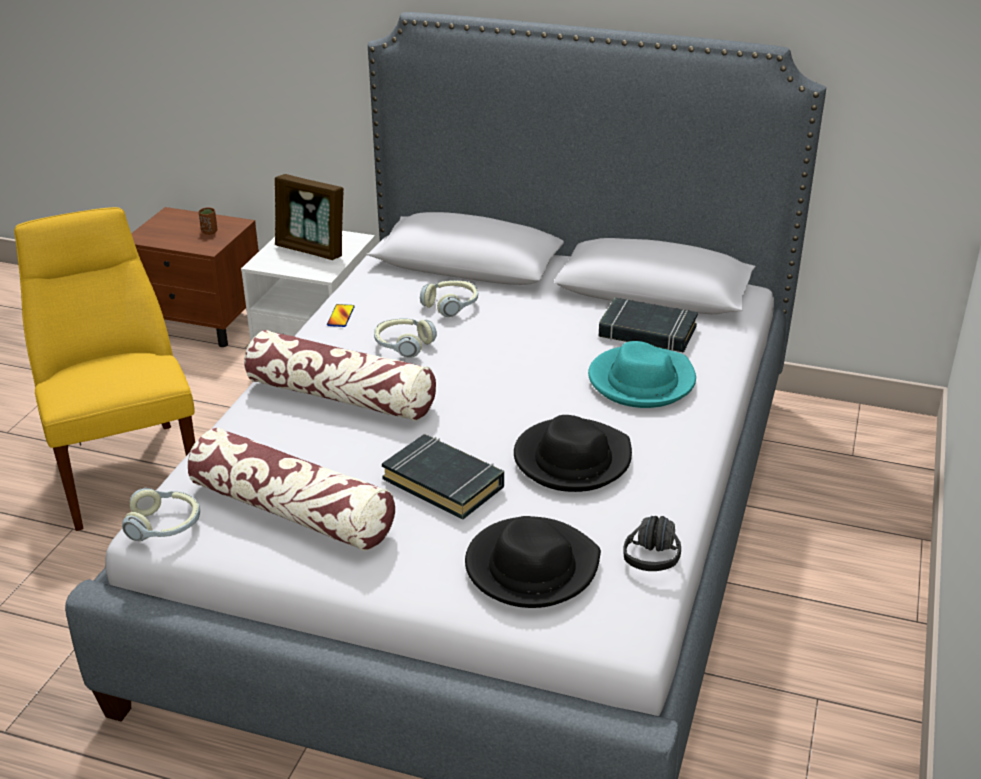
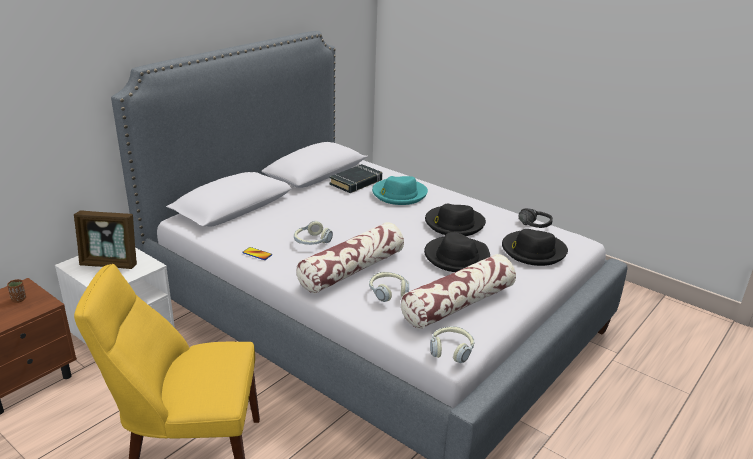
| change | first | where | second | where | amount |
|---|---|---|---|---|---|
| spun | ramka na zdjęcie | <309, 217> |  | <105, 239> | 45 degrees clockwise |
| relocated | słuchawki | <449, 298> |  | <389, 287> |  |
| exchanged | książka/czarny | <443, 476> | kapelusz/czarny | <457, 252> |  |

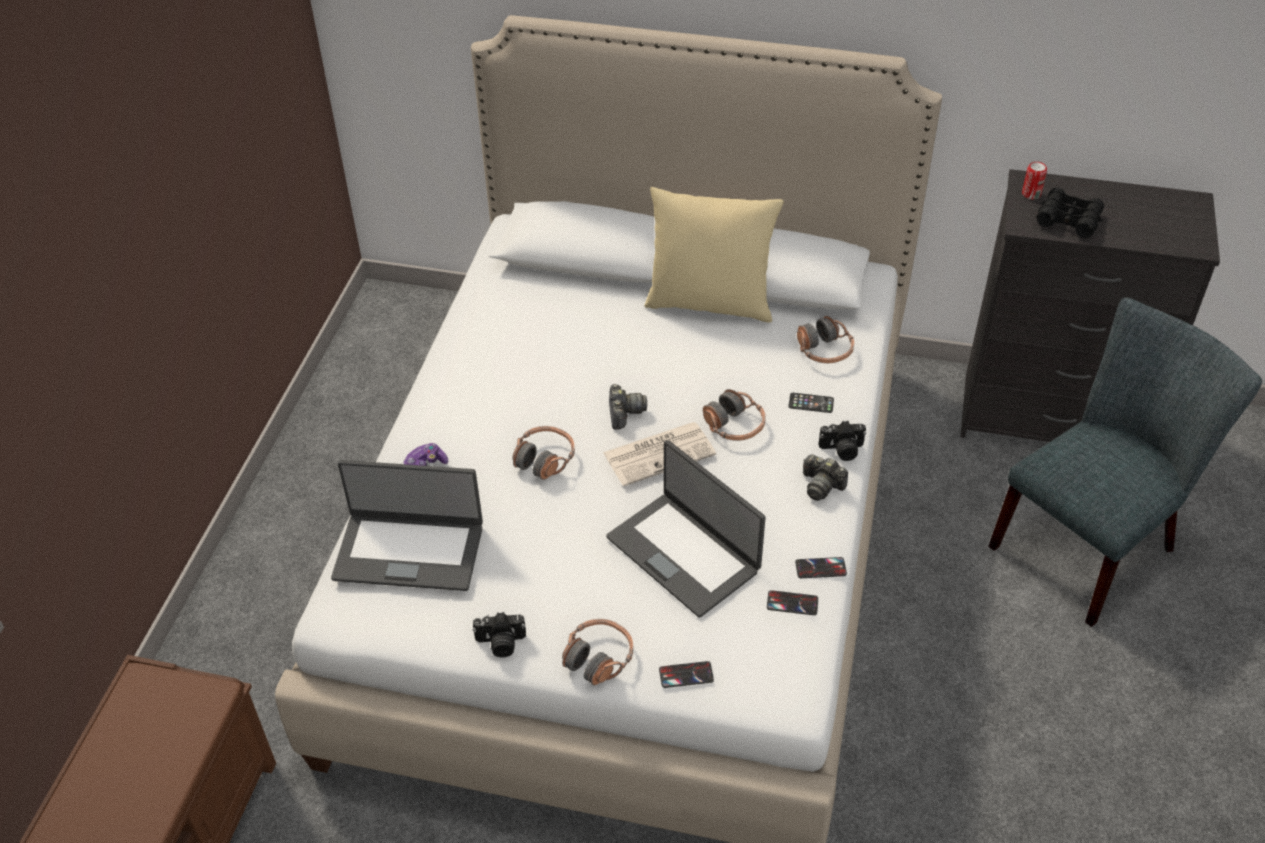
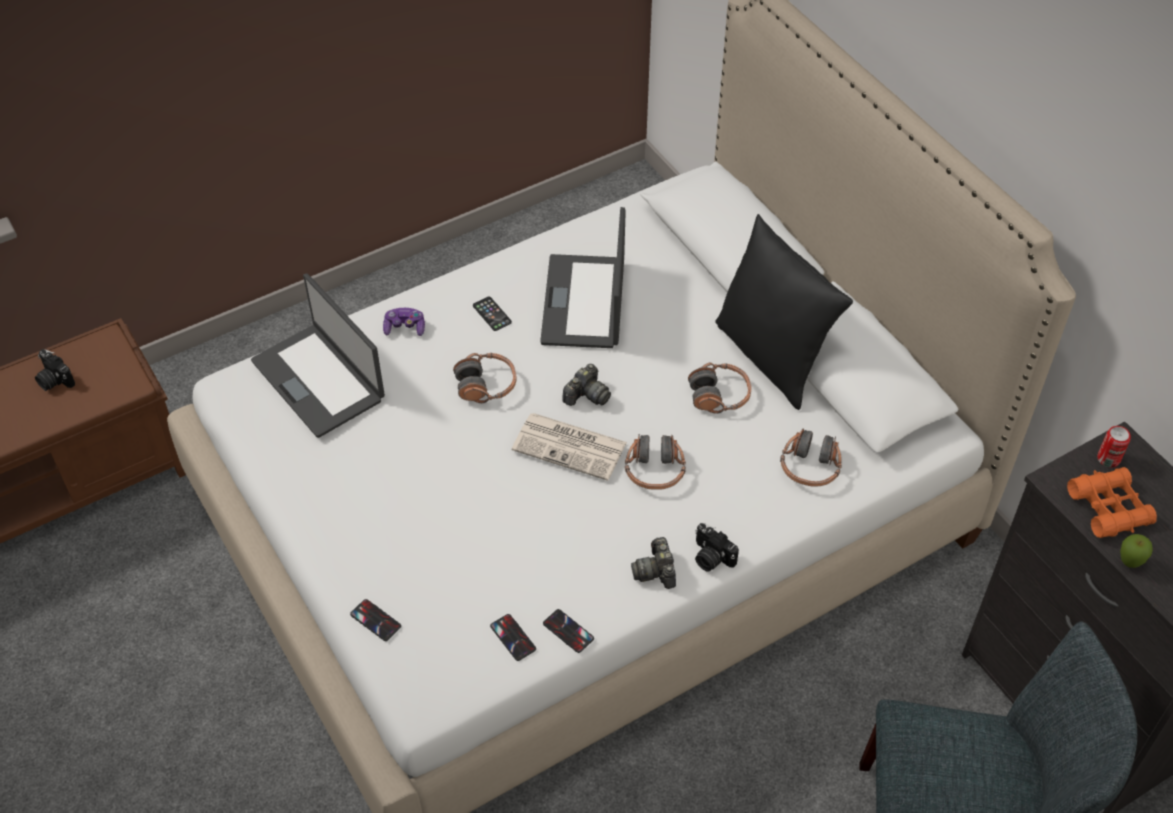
| change | first | where | second | where | amount |
|---|---|---|---|---|---|
| colour | poduszka/beżowy | <714, 255> | poduszka/czarny | <784, 312> |  |
| colour | lornetka/czarny | <1070, 213> | lornetka/pomarańczowy | <1112, 502> |  |
| relocated | telefon | <811, 403> |  | <492, 314> |  |
| relocated | laptop | <686, 529> |  | <583, 277> |  |
| relocated | aparat fotograficzny | <499, 634> |  | <55, 370> |  |
| relocated | słuchawki | <597, 652> |  | <720, 388> |  |
| appeared |  |  | jabłko | <1136, 551> |  |

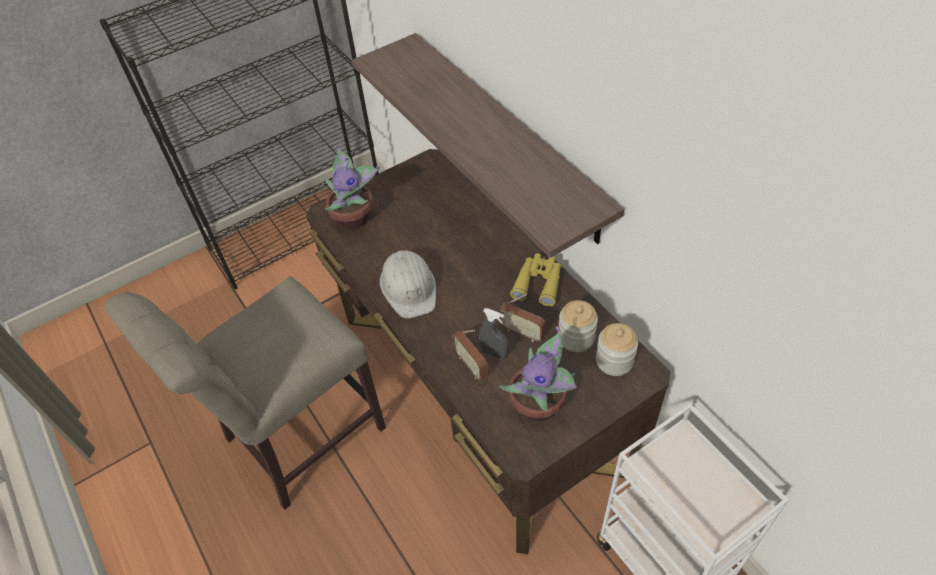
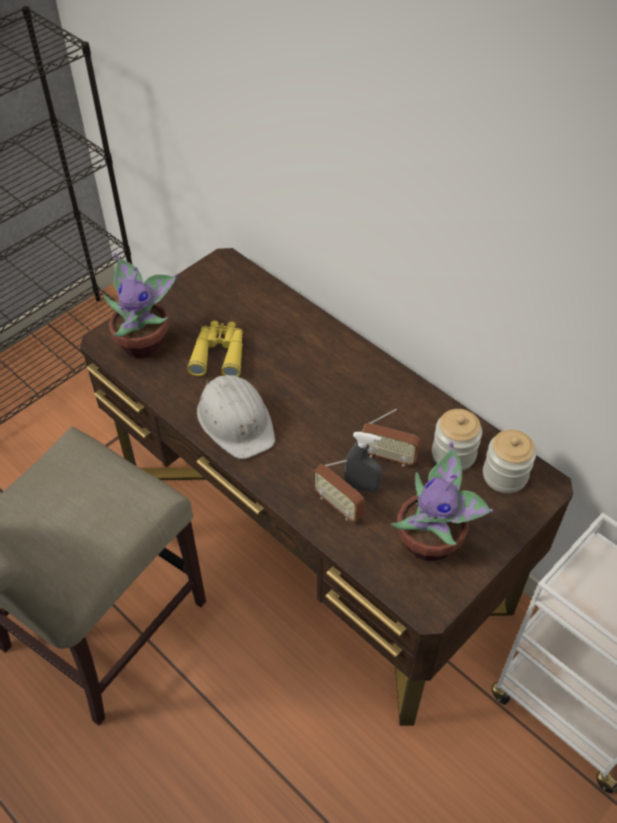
| change | first | where | second | where | amount |
|---|---|---|---|---|---|
| missing | półka | <488, 145> |  |  |  |
| relocated | lornetka/żółty | <535, 279> |  | <215, 349> |  |

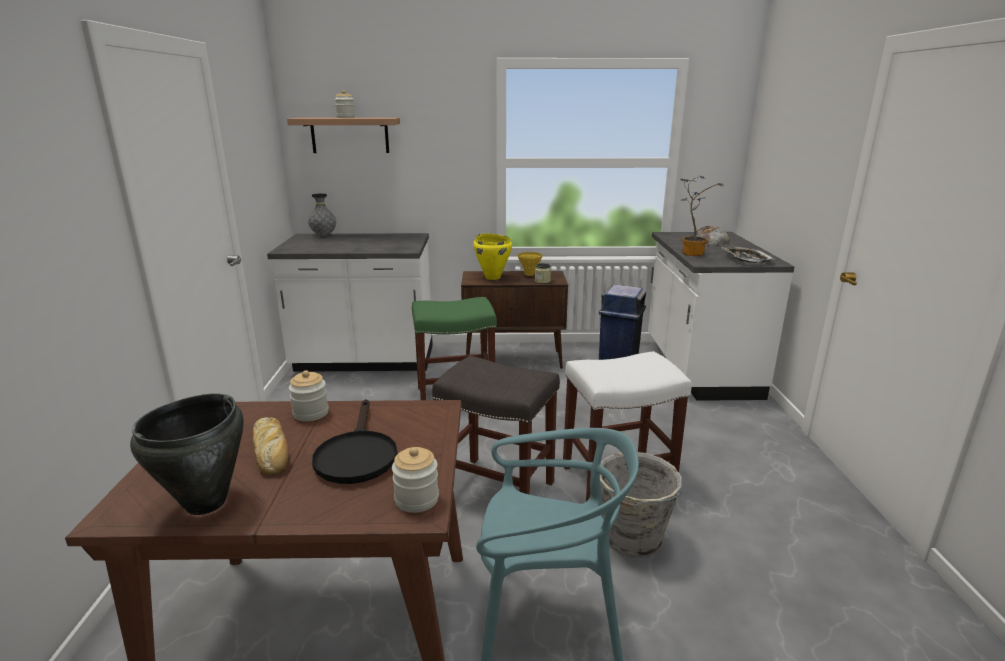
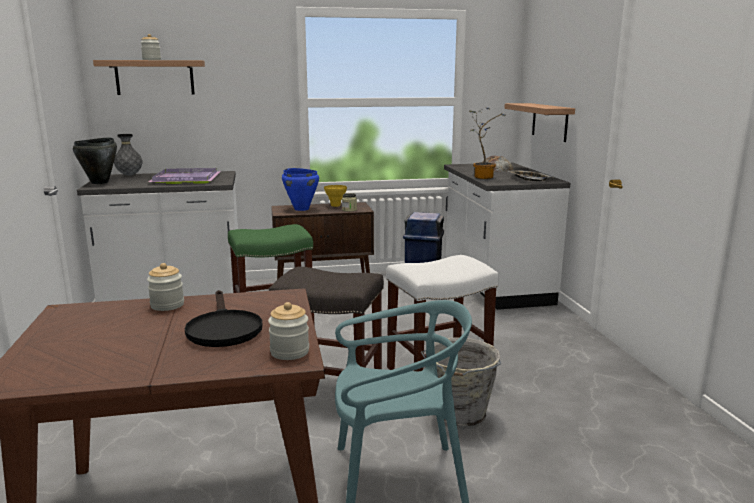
| change | first | where | second | where | amount |
|---|---|---|---|---|---|
| colour | garnek/żółty | <492, 256> | garnek/niebieski | <300, 189> |  |
| relocated | garnek/czarny | <187, 454> |  | <95, 160> |  |
| missing | chleb | <270, 447> |  |  |  |
| appeared |  |  | półka | <539, 122> |  |
| appeared |  |  | taca/fioletowy | <184, 176> |  |

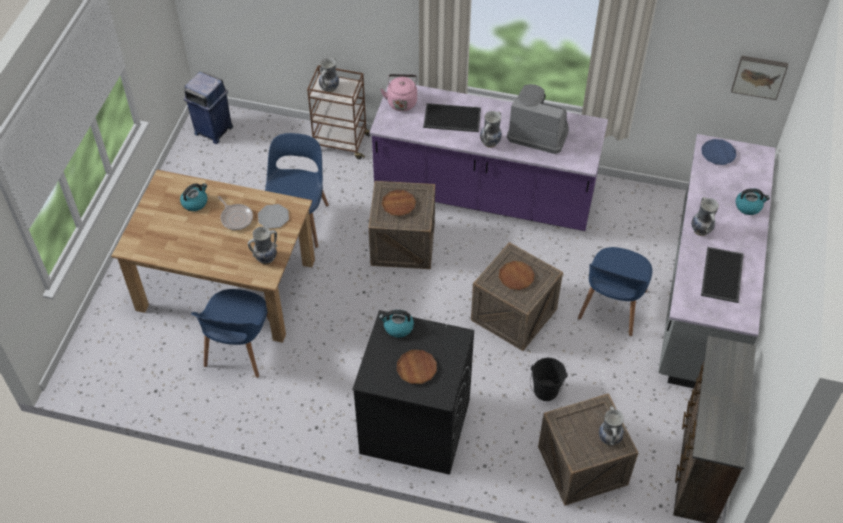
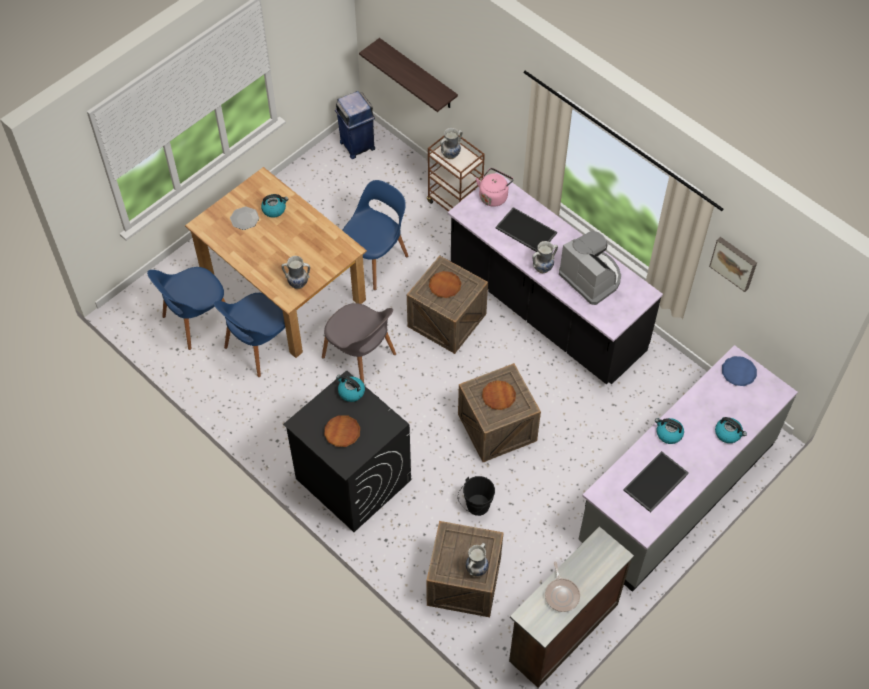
| change | first | where | second | where | amount |
|---|---|---|---|---|---|
| relocated | obraz | <759, 77> |  | <733, 264> |  |
| colour | zabudowa kuchenna/fioletowy | <488, 155> | zabudowa kuchenna/czarny | <555, 278> |  |
| relocated | patelnia | <235, 213> |  | <562, 587> |  |
| exchanged | wazon | <705, 216> | czajnik | <669, 431> |  |
| relocated | talerz | <273, 216> |  | <244, 218> |  |
| relocated | krzesło/niebieski | <615, 291> |  | <186, 308> |  |
| appeared |  |  | półka | <408, 75> |  |
| appeared |  |  | krzesło/szary | <359, 343> |  |

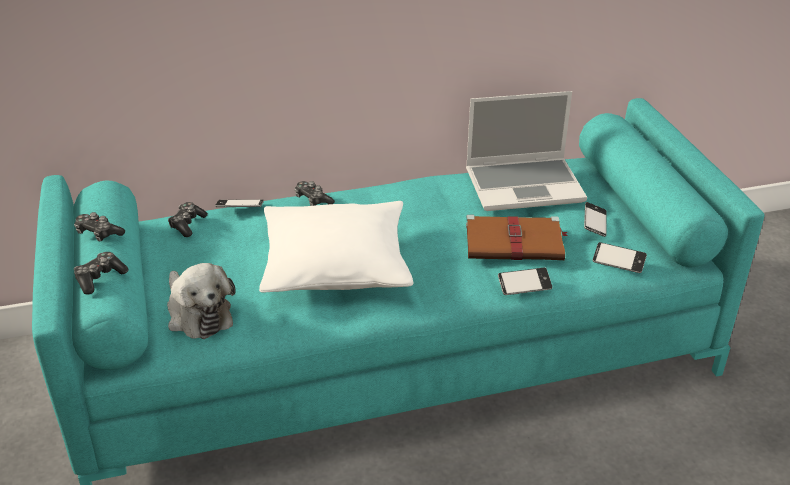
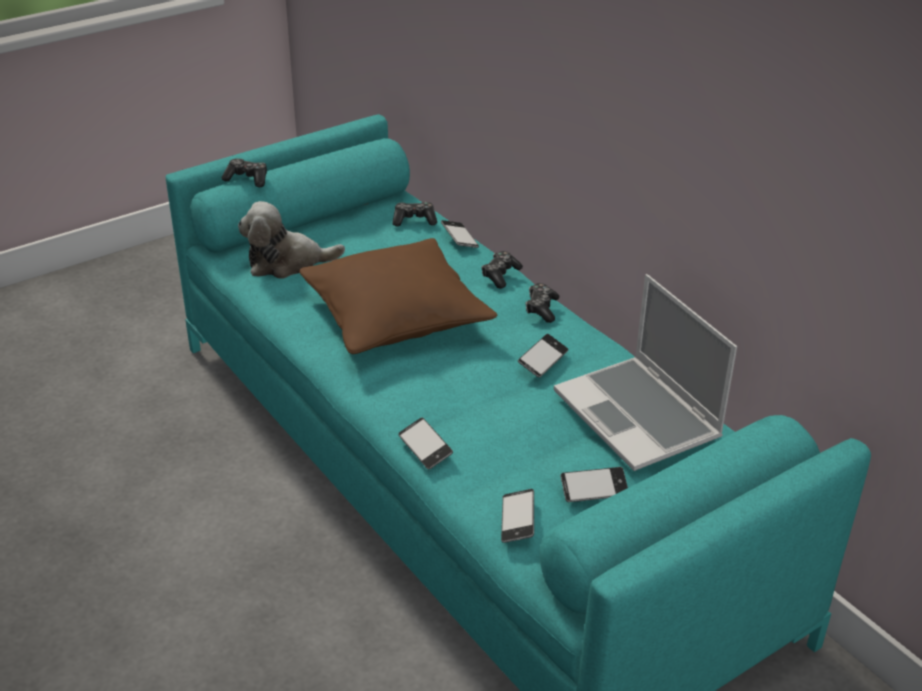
| change | first | where | second | where | amount |
|---|---|---|---|---|---|
| colour | poduszka/biały | <336, 247> | poduszka/brązowy | <398, 296> |  |
| relocated | pad do gier | <99, 226> |  | <542, 303> |  |
| missing | książka/brązowy | <517, 237> |  |  |  |
| spun | pluszak | <201, 301> |  | <291, 240> | 45 degrees clockwise |
| appeared |  |  | telefon | <543, 355> |  |

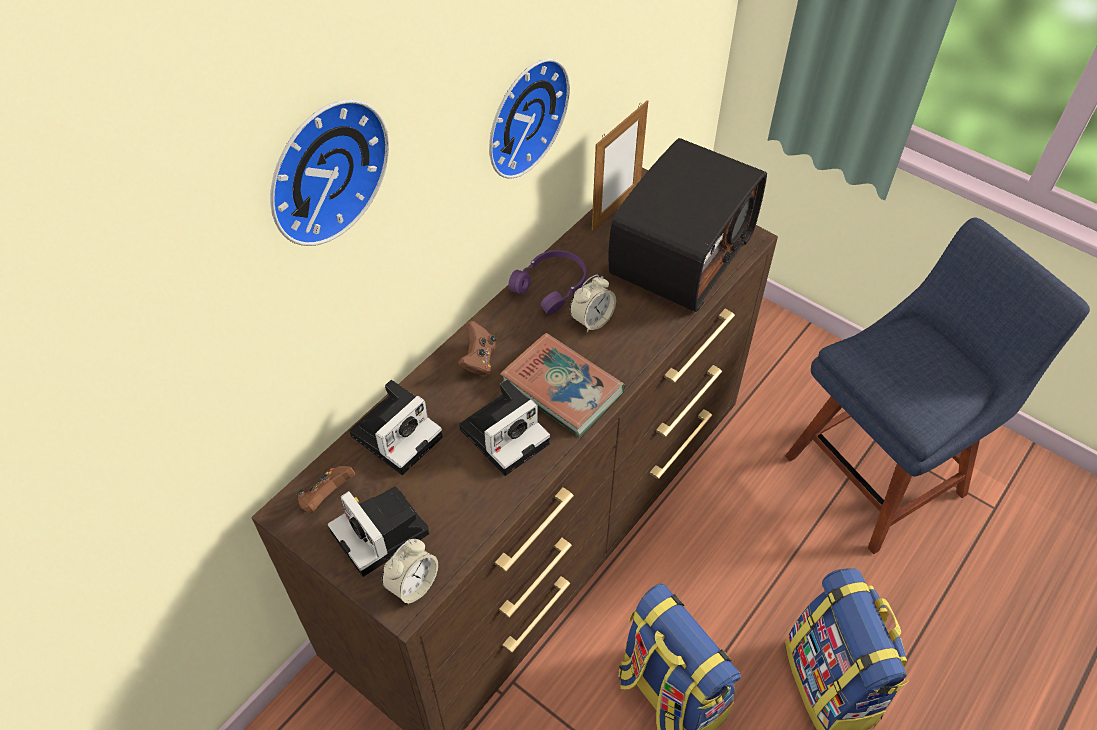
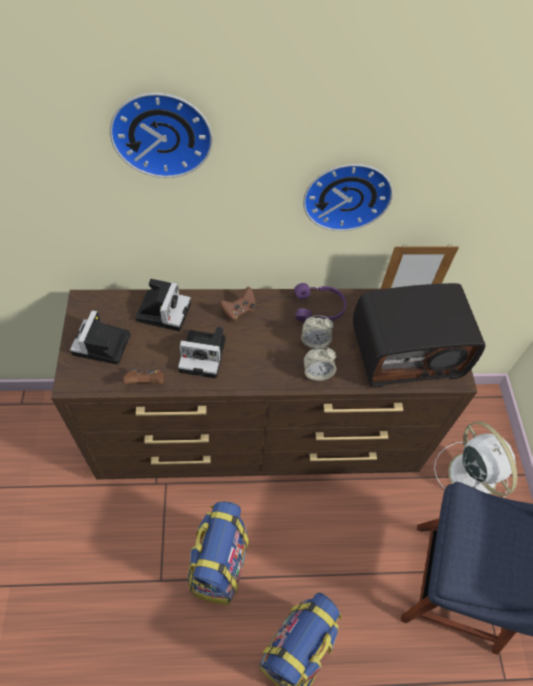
| change | first | where | second | where | amount |
|---|---|---|---|---|---|
| missing | książka | <562, 385> |  |  |  |
| spun | aparat fotograficzny | <396, 427> |  | <163, 305> | 75 degrees counterclockwise |
| relocated | pad do gier/brązowy | <326, 489> |  | <143, 376> |  |
| relocated | budzik | <410, 571> |  | <319, 364> |  |
| appeared |  |  | wentylator/biały | <475, 459> |  |

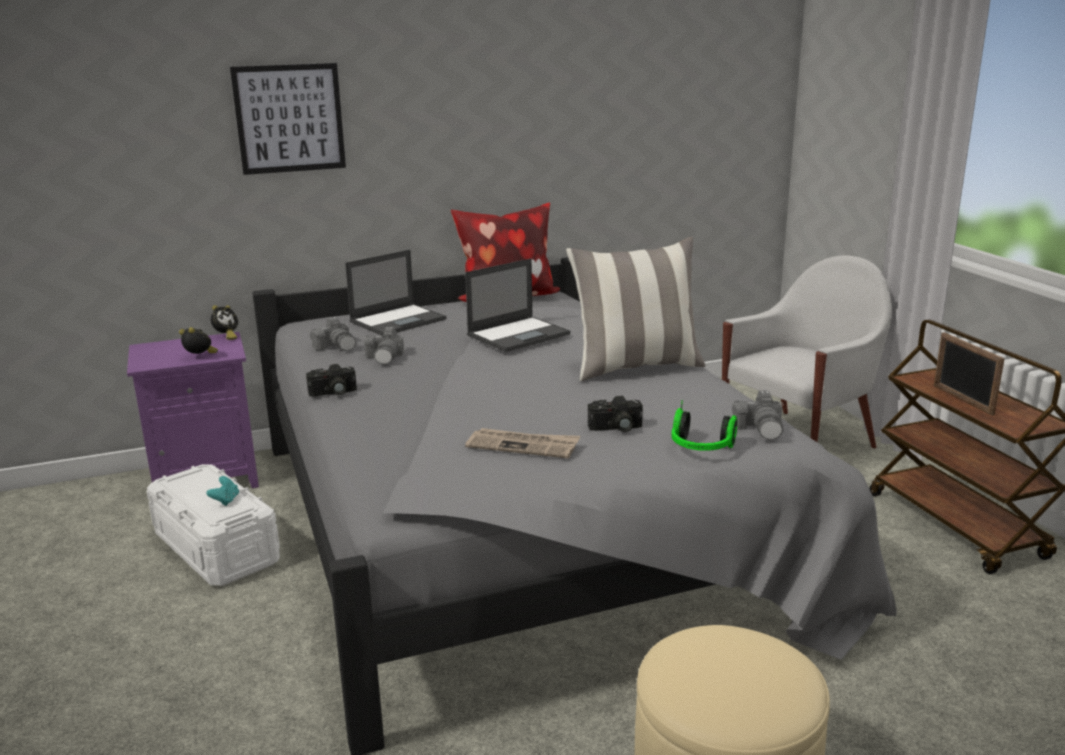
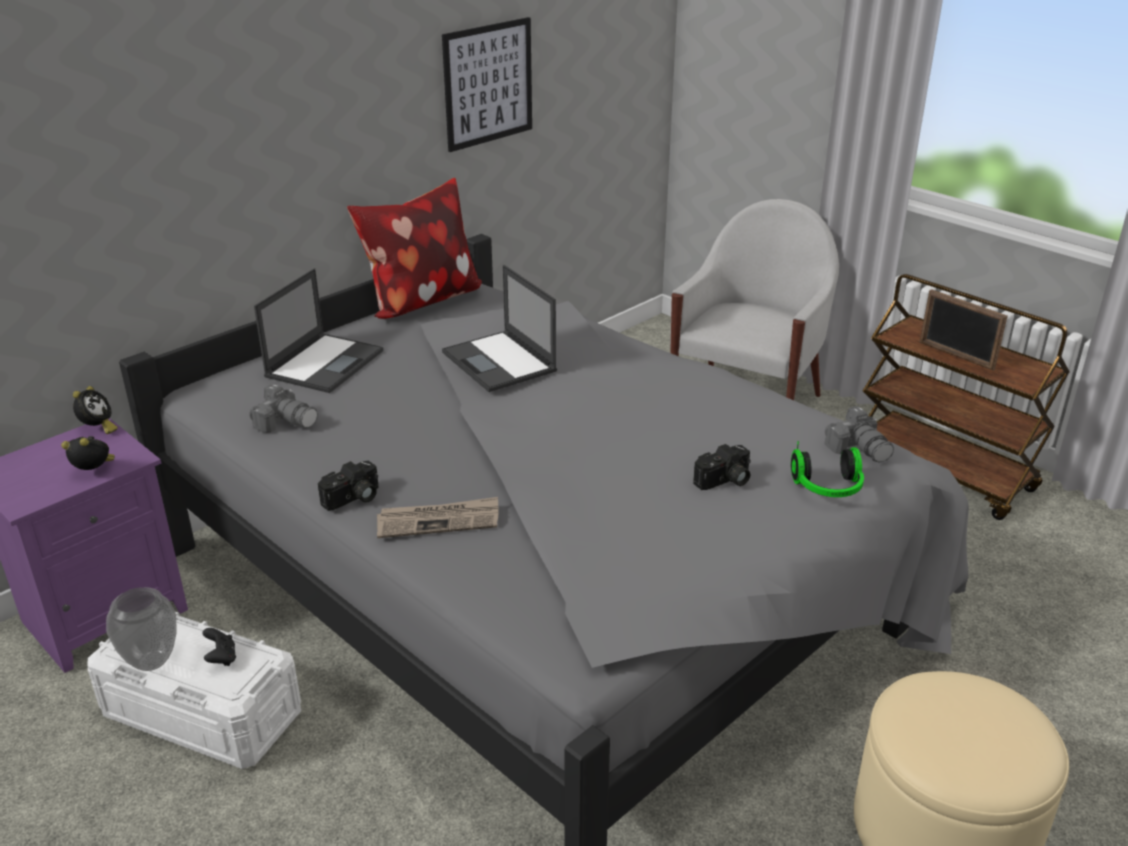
| change | first | where | second | where | amount |
|---|---|---|---|---|---|
| relocated | obraz | <288, 119> |  | <487, 84> |  |
| missing | poduszka | <636, 309> |  |  |  |
| spun | laptop | <517, 305> |  | <499, 328> | 120 degrees clockwise |
| missing | aparat fotograficzny | <384, 345> |  |  |  |
| relocated | gazeta | <522, 443> |  | <438, 517> |  |
| colour | pad do gier/turkusowy | <222, 491> | pad do gier/czarny | <219, 647> |  |
| appeared |  |  | wazon | <141, 629> |  |

